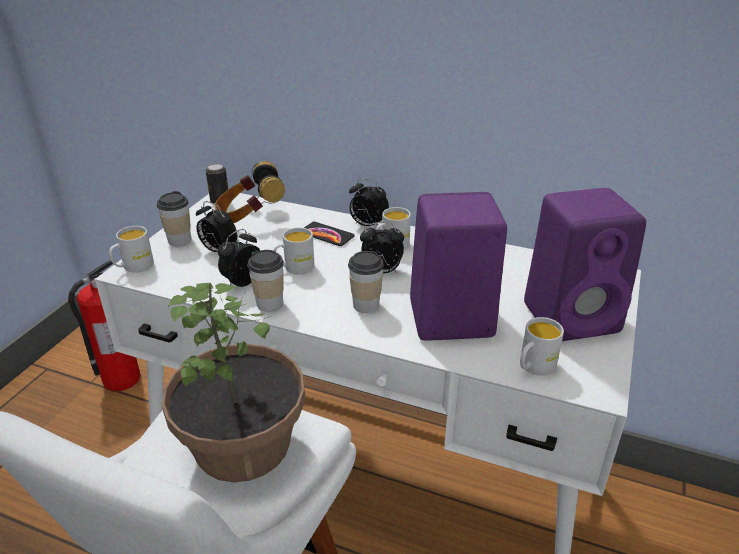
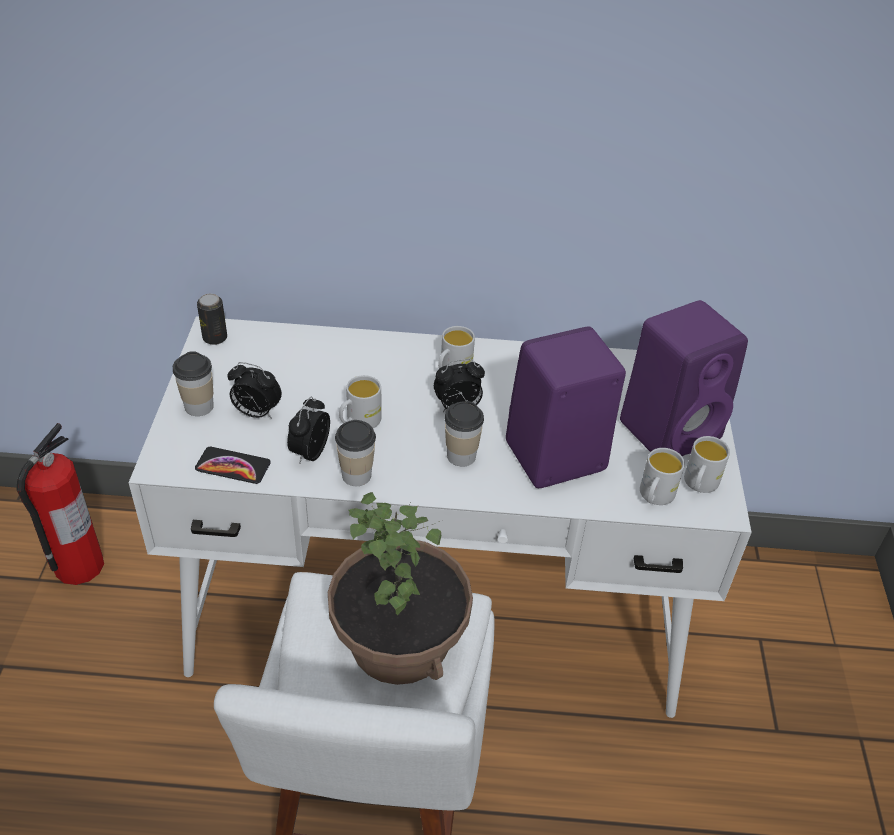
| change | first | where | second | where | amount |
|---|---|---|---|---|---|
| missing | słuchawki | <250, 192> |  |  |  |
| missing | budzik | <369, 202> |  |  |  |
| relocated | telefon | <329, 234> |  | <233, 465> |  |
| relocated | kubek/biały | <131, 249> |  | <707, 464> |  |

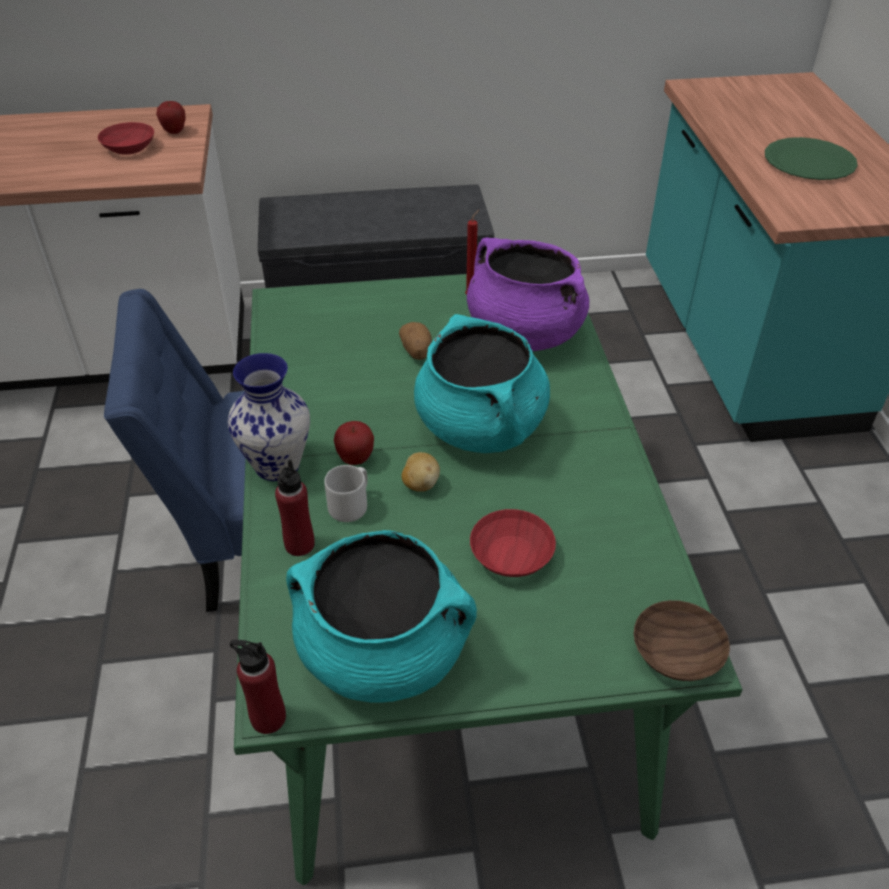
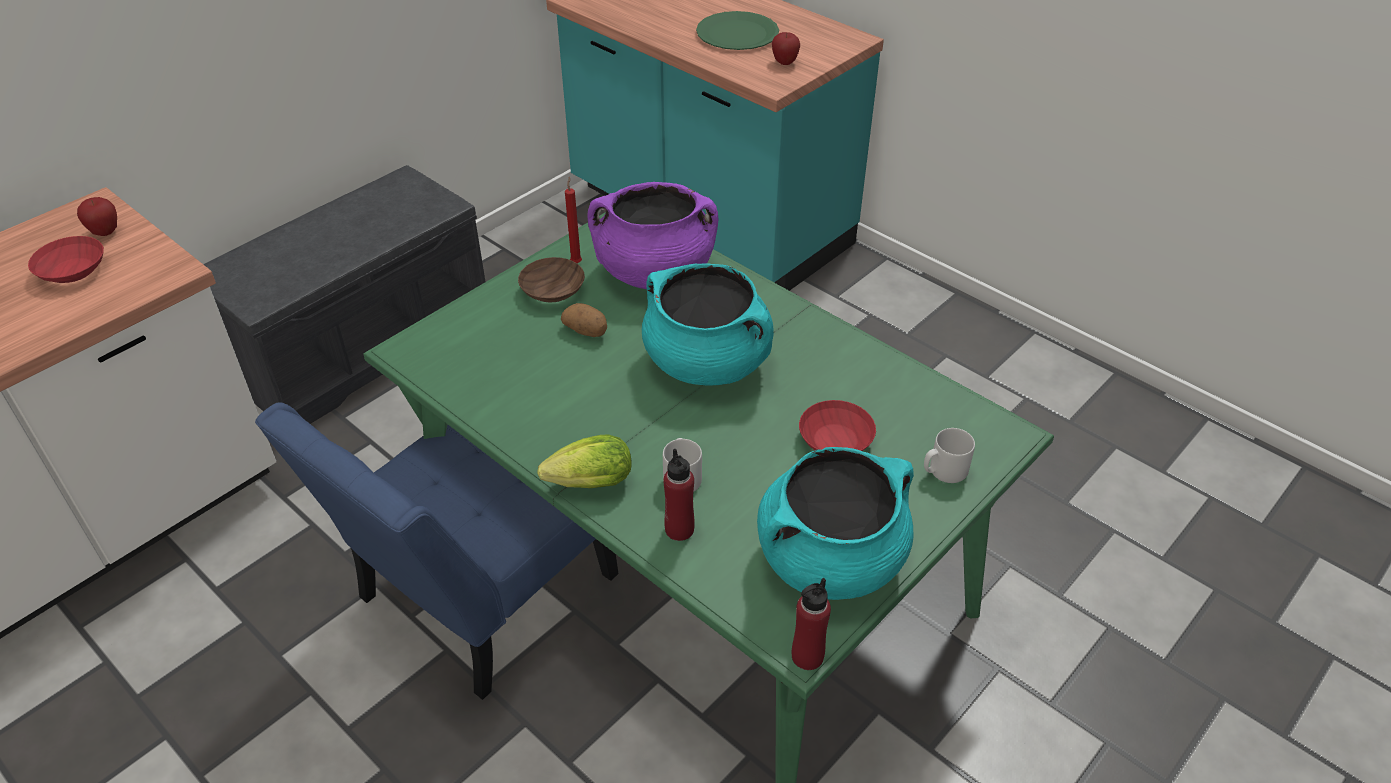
| change | first | where | second | where | amount |
|---|---|---|---|---|---|
| exchanged | wazon | <269, 417> | sałata | <584, 461> |  |
| relocated | jabłko | <354, 443> |  | <786, 48> |  |
| missing | ziemniak | <420, 472> |  |  |  |
| relocated | miska/brązowy | <682, 640> |  | <551, 279> |  |
| appeared |  |  | kubek/szary | <949, 455> |  |

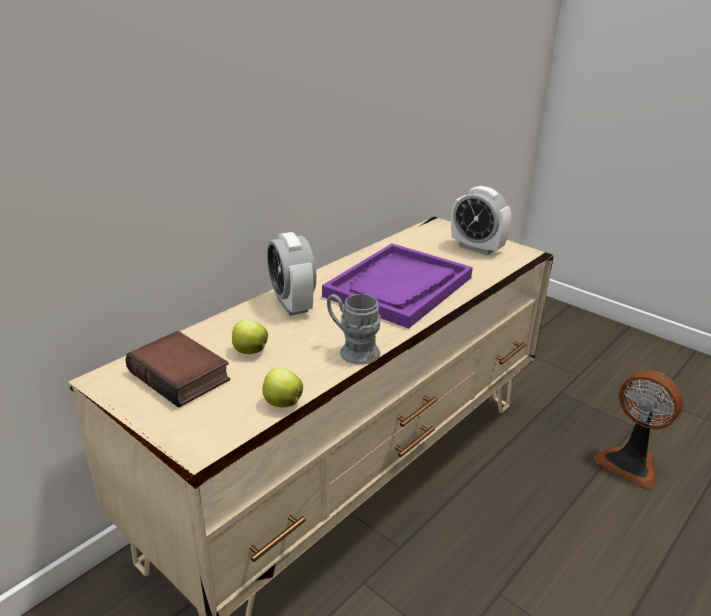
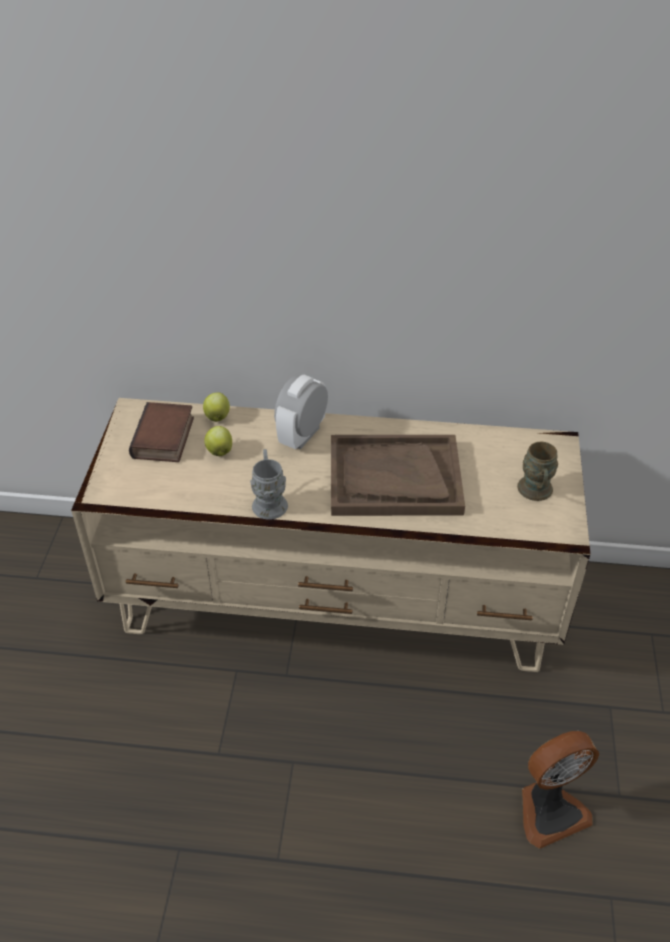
| change | first | where | second | where | amount |
|---|---|---|---|---|---|
| exchanged | budzik | <481, 220> | kubek/brązowy | <537, 471> |  |
| colour | taca/fioletowy | <397, 286> | taca/brązowy | <398, 475> |  |
| relocated | jabłko | <282, 387> |  | <216, 407> |  |
| spun | wentylator | <639, 429> |  | <560, 790> | 120 degrees counterclockwise |

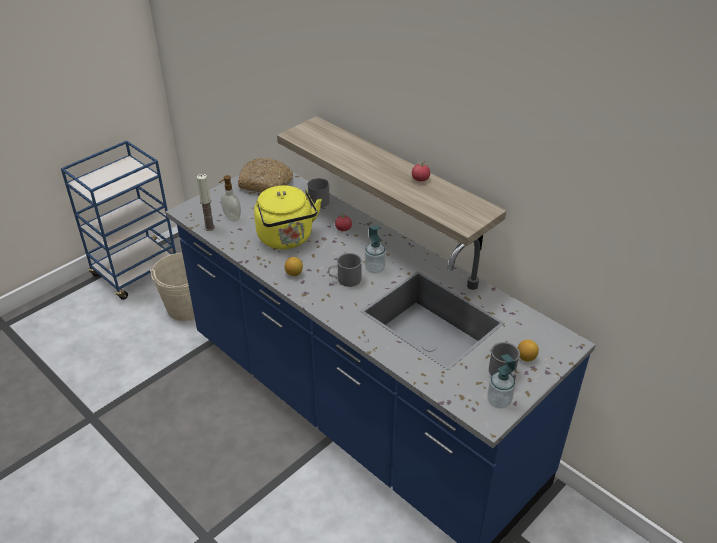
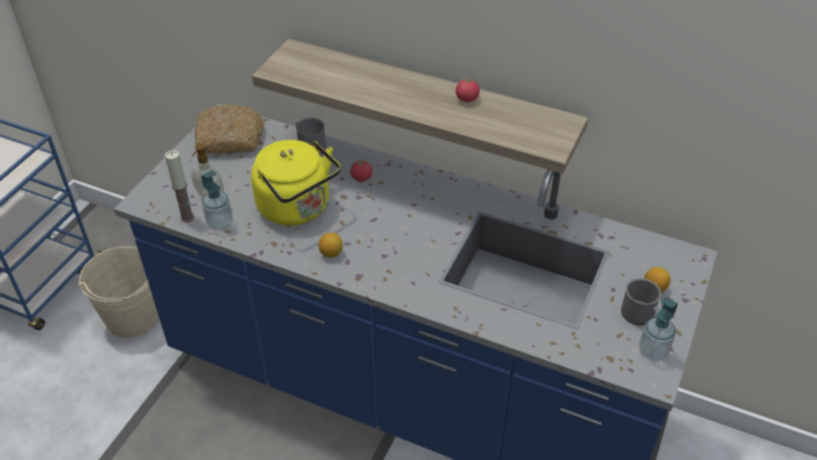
| change | first | where | second | where | amount |
|---|---|---|---|---|---|
| relocated | dozownik mydła | <375, 249> |  | <217, 200> |  |
| missing | kubek/szary | <345, 270> |  |  |  |

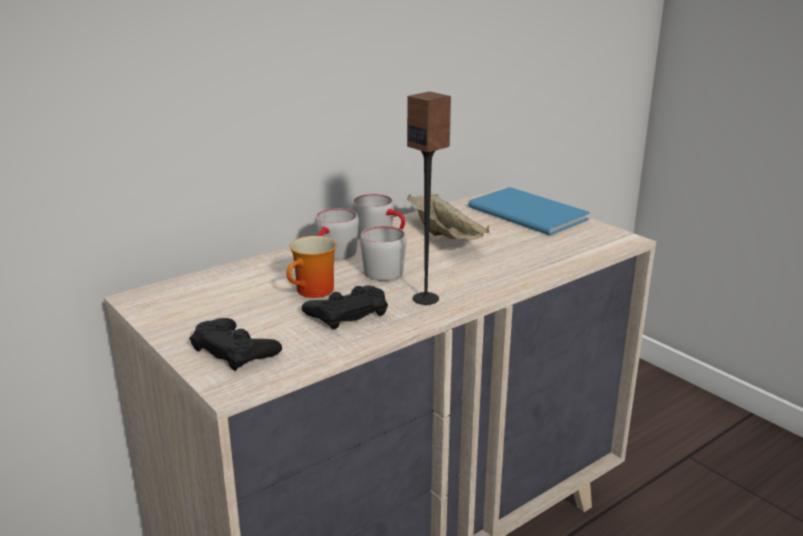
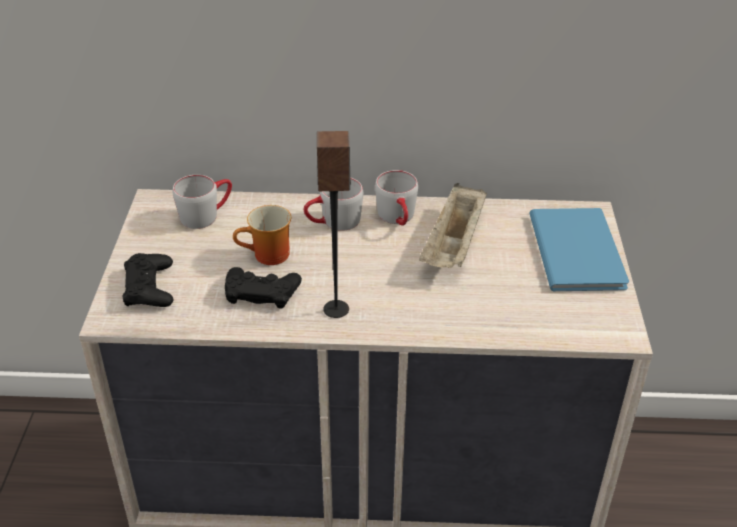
| change | first | where | second | where | amount |
|---|---|---|---|---|---|
| relocated | kubek/szary | <383, 253> |  | <202, 202> |  |

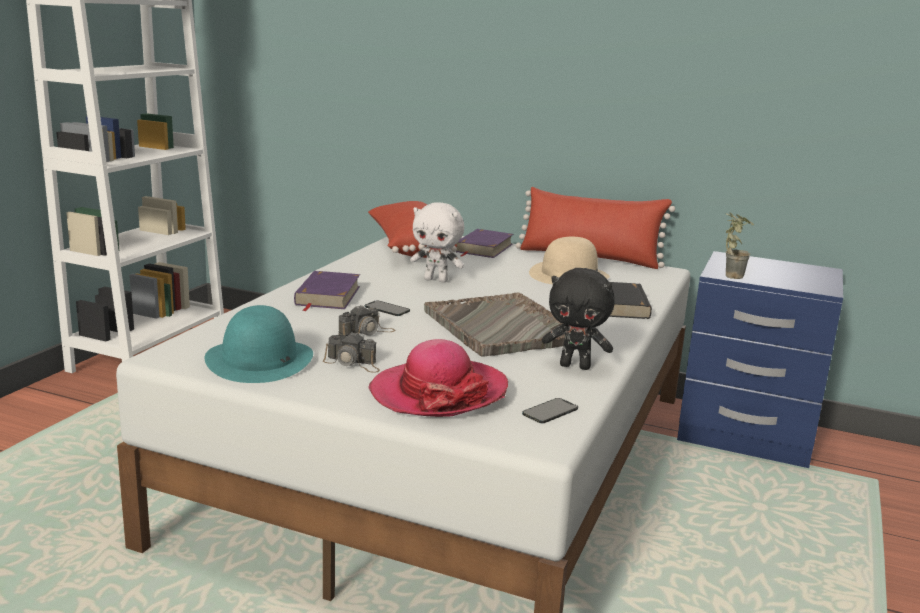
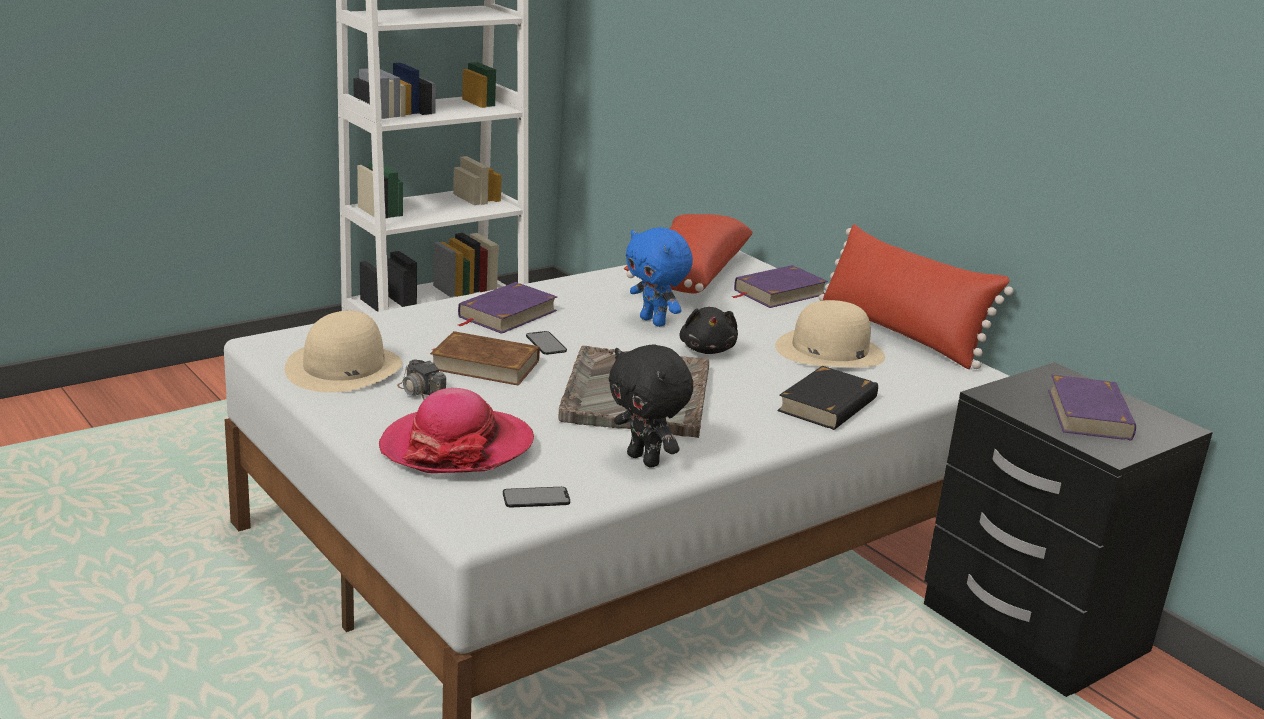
| change | first | where | second | where | amount |
|---|---|---|---|---|---|
| colour | pluszak/biały | <437, 242> | pluszak/niebieski | <659, 277> |  |
| missing | roślina doniczkowa | <740, 245> |  |  |  |
| colour | szafka nocna/niebieski | <760, 359> | szafka nocna/czarny | <1068, 529> |  |
| colour | kapelusz/turkusowy | <258, 344> | kapelusz/beżowy | <343, 352> |  |
| exchanged | aparat fotograficzny | <367, 320> | książka/brązowy | <485, 358> |  |
| appeared |  |  | pluszak/czarny | <708, 330> |  |
| appeared |  |  | książka/fioletowy | <1092, 408> |  |

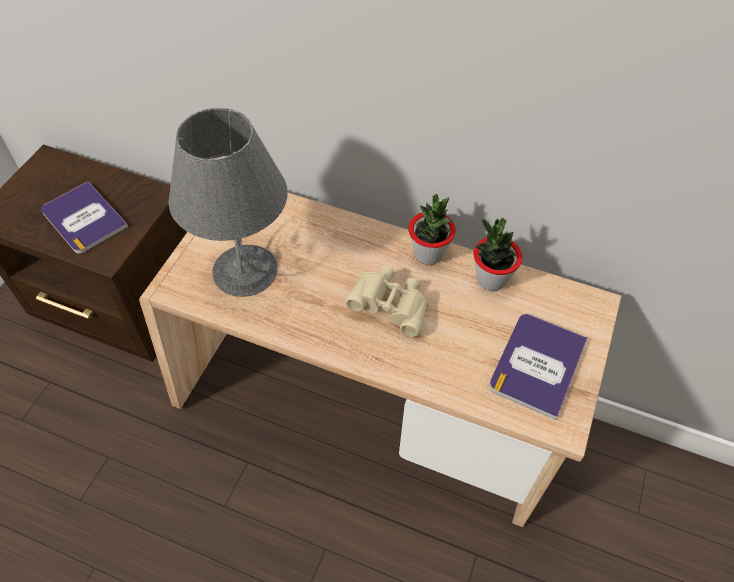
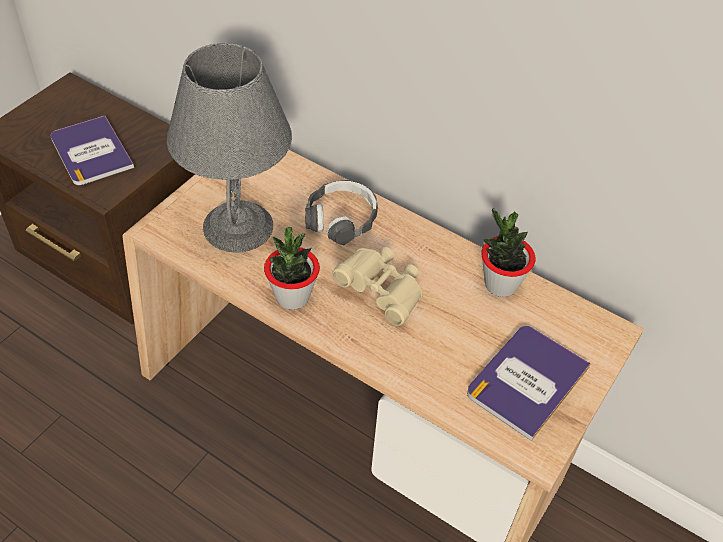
| change | first | where | second | where | amount |
|---|---|---|---|---|---|
| relocated | roślina doniczkowa | <432, 229> |  | <292, 268> |  |
| appeared |  |  | słuchawki | <341, 212> |  |

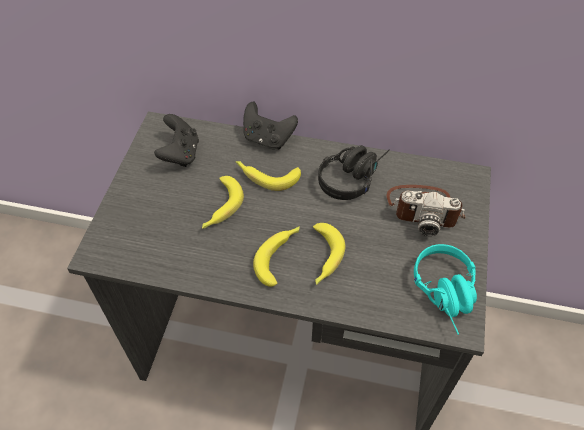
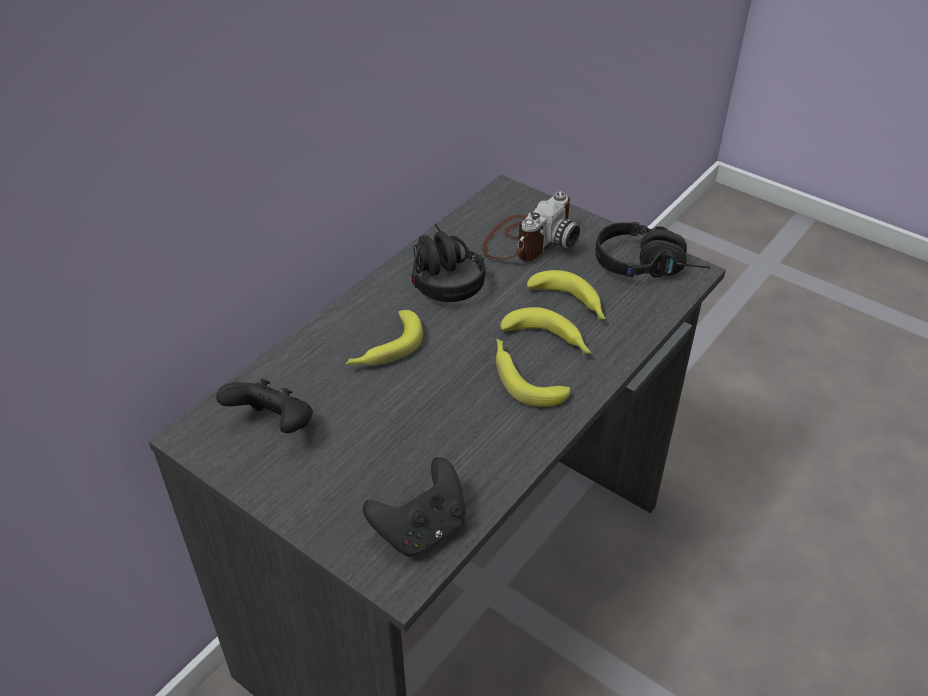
| change | first | where | second | where | amount |
|---|---|---|---|---|---|
| relocated | pad do gier/czarny | <270, 125> |  | <414, 507> |  |
| relocated | banan | <223, 202> |  | <566, 295> |  |
| colour | słuchawki/turkusowy | <445, 289> | słuchawki/czarny | <652, 250> |  |

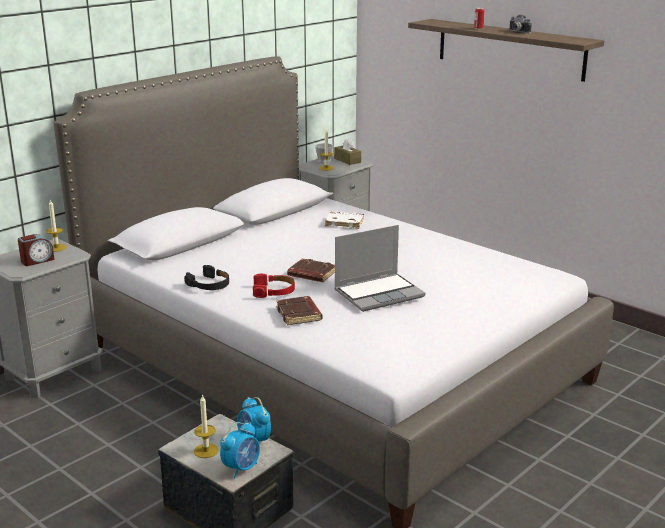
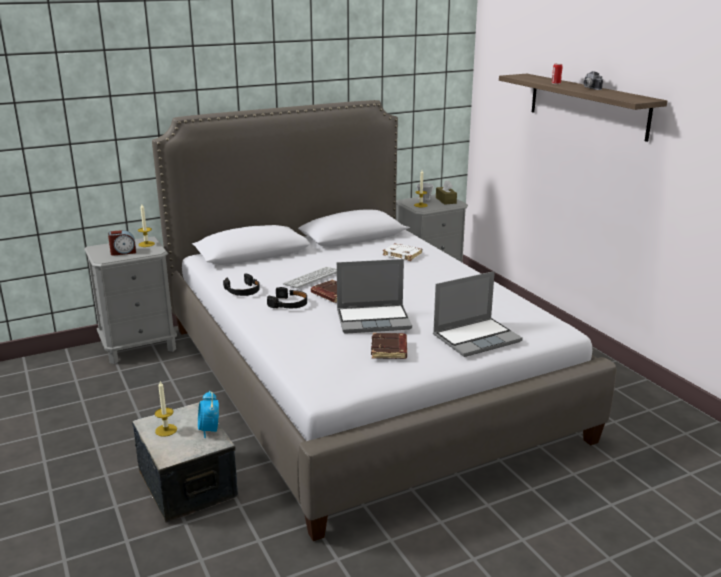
| change | first | where | second | where | amount |
|---|---|---|---|---|---|
| colour | słuchawki/czerwony | <274, 286> | słuchawki/czarny | <287, 297> |  |
| relocated | książka/brązowy | <299, 310> |  | <389, 346> |  |
| missing | budzik | <240, 450> |  |  |  |
| appeared |  |  | klawiatura | <310, 278> |  |
| appeared |  |  | laptop | <478, 314> |  |

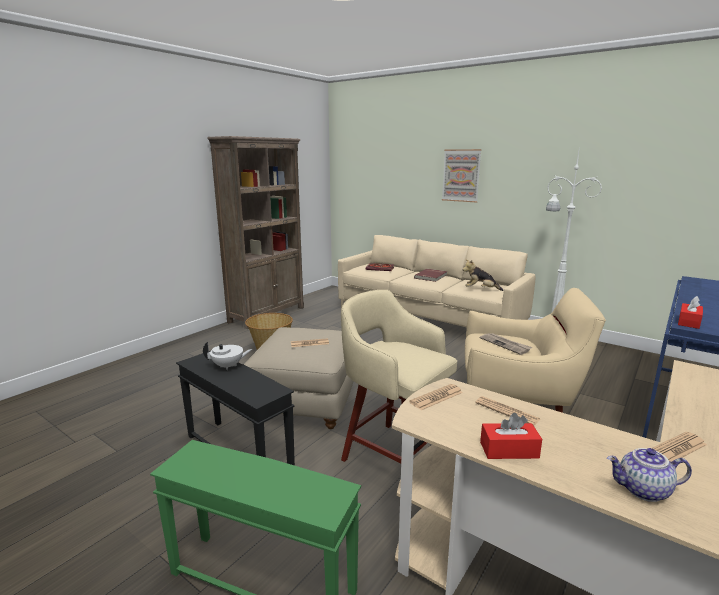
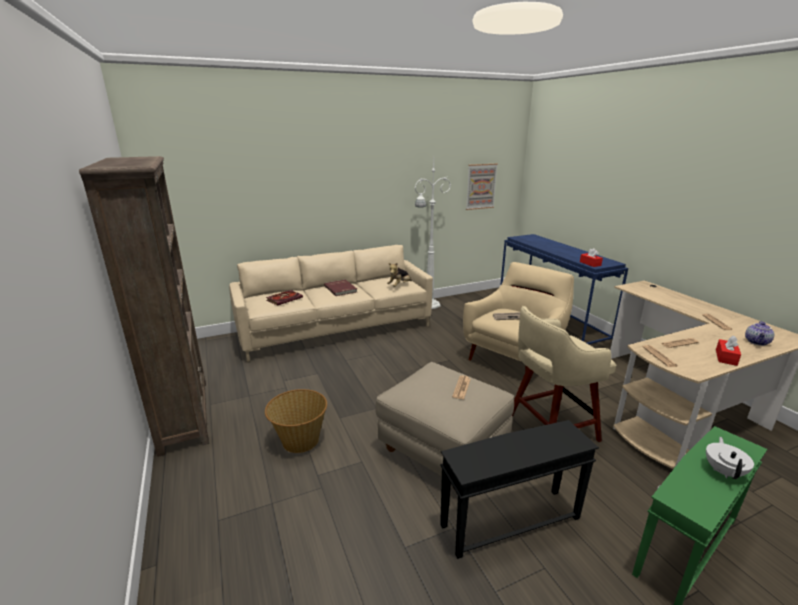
| change | first | where | second | where | amount |
|---|---|---|---|---|---|
| relocated | obraz | <462, 176> |  | <482, 187> |  |
| relocated | imbryk/biały | <227, 356> |  | <730, 458> |  |

